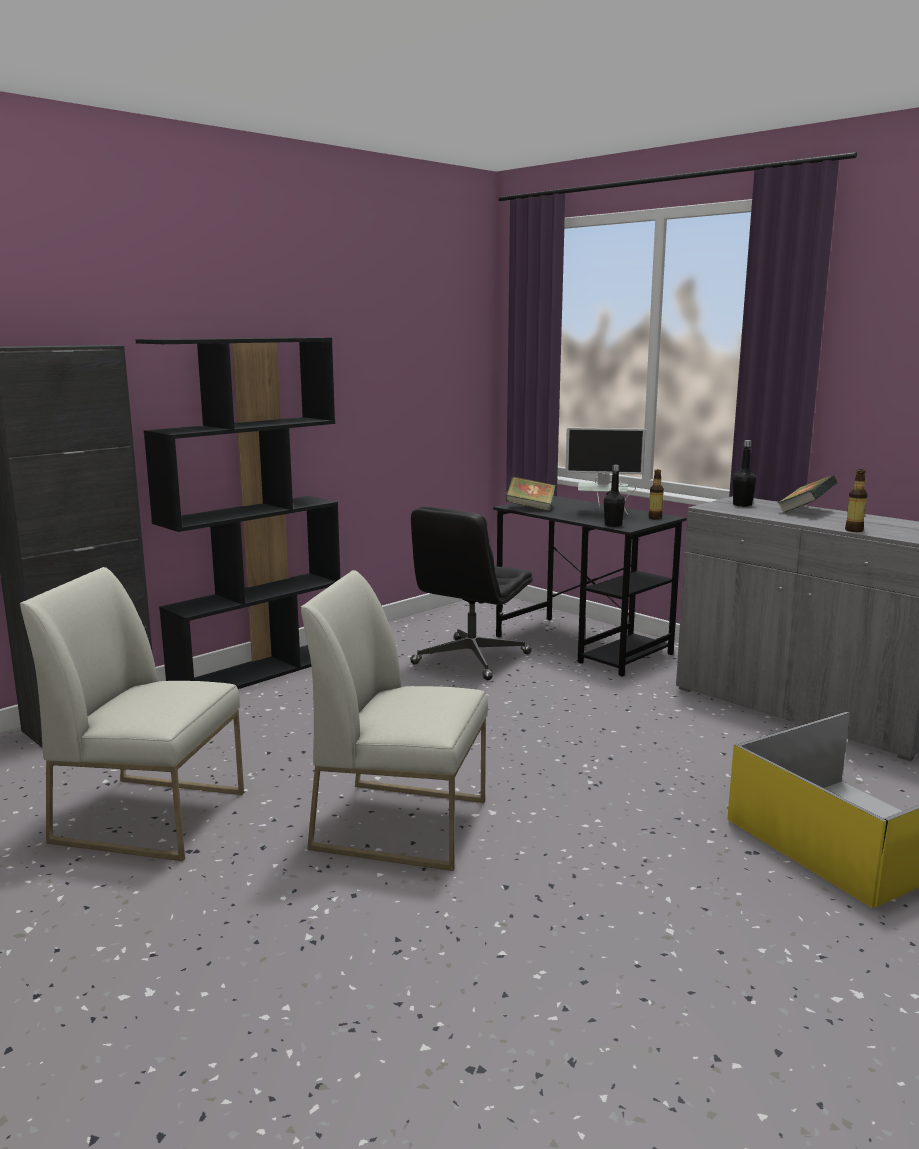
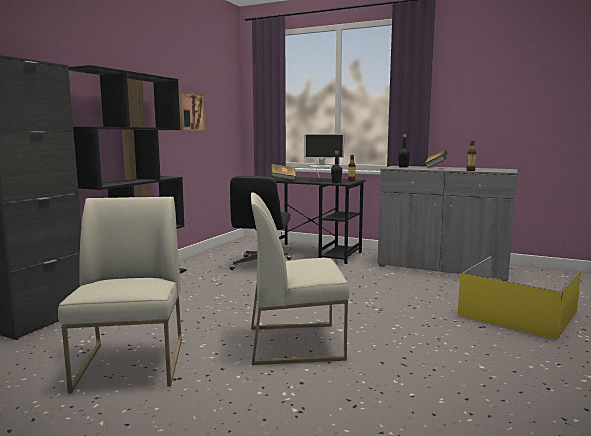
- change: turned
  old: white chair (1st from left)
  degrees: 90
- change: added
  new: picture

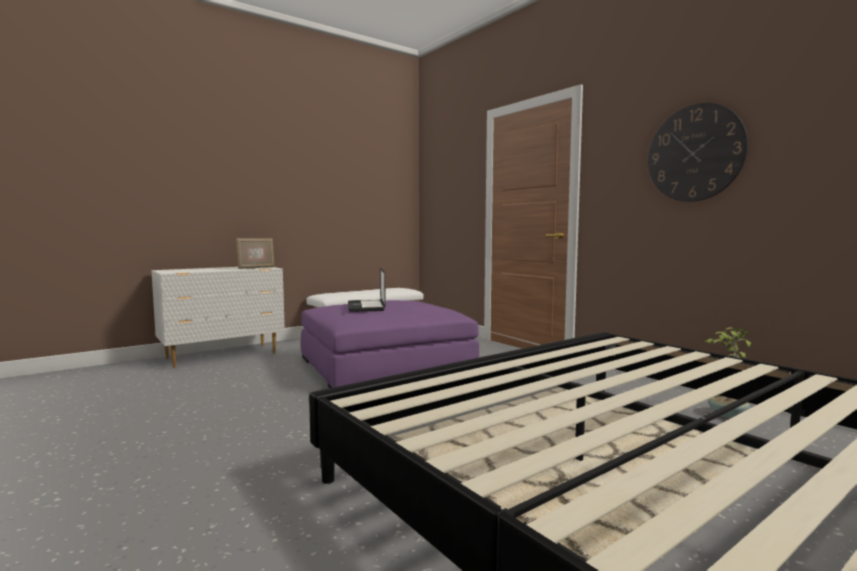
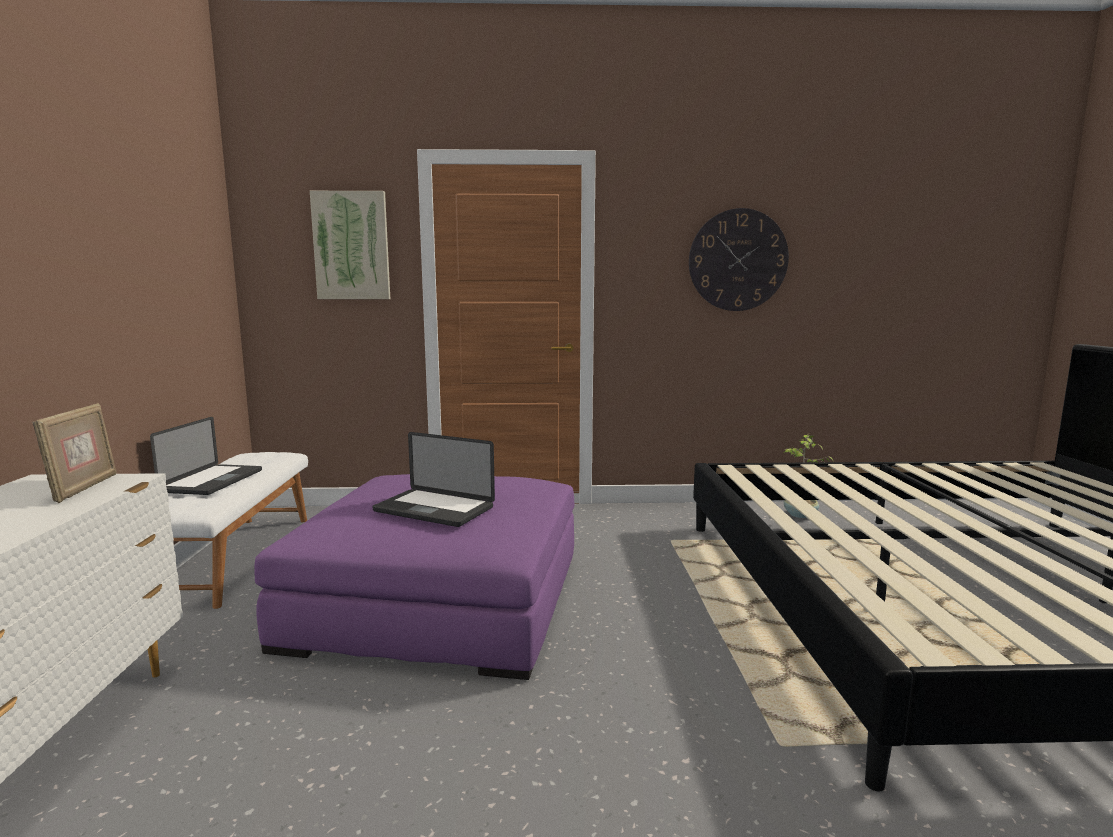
- change: added
  new: laptop (1st from left)
- change: added
  new: picture

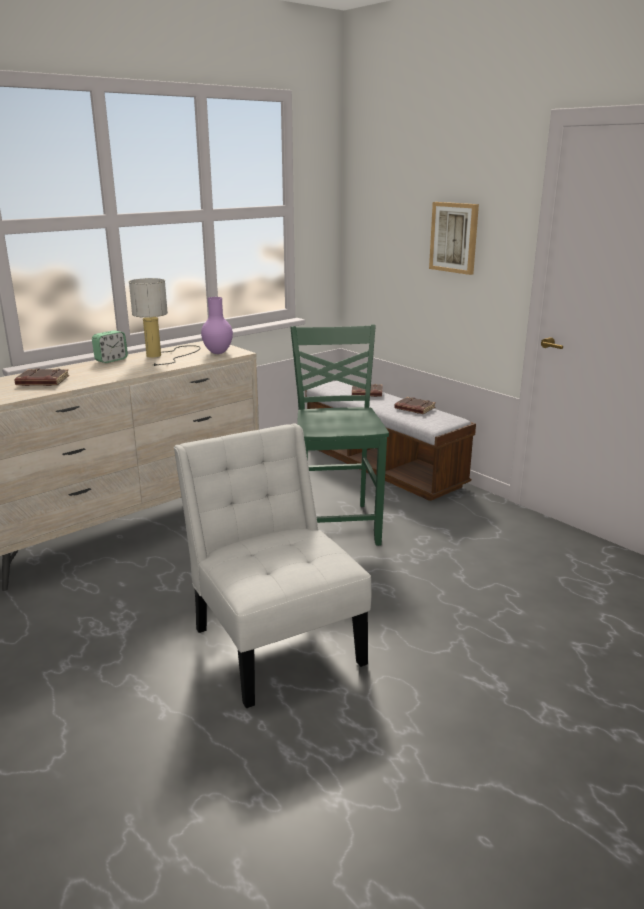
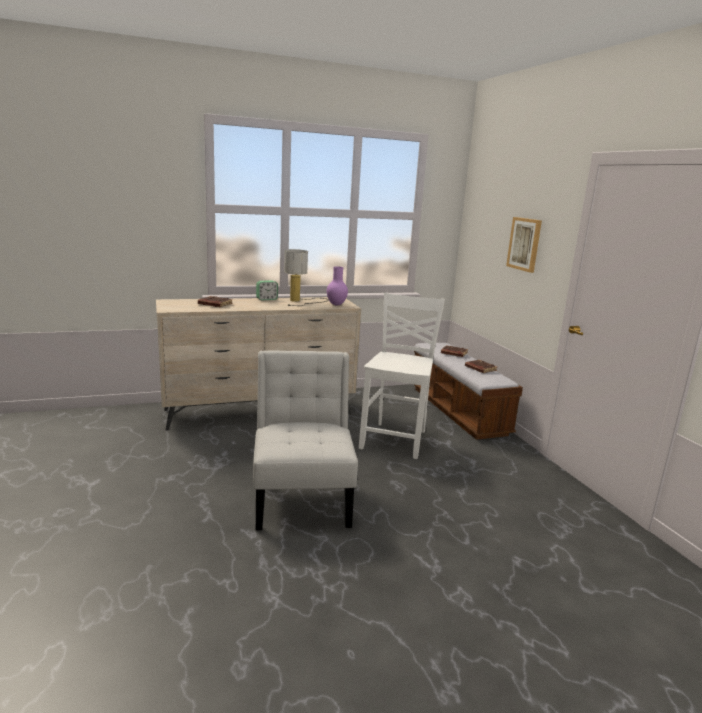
- change: recoloured
  old: green chair
  new: white chair (2nd from left)

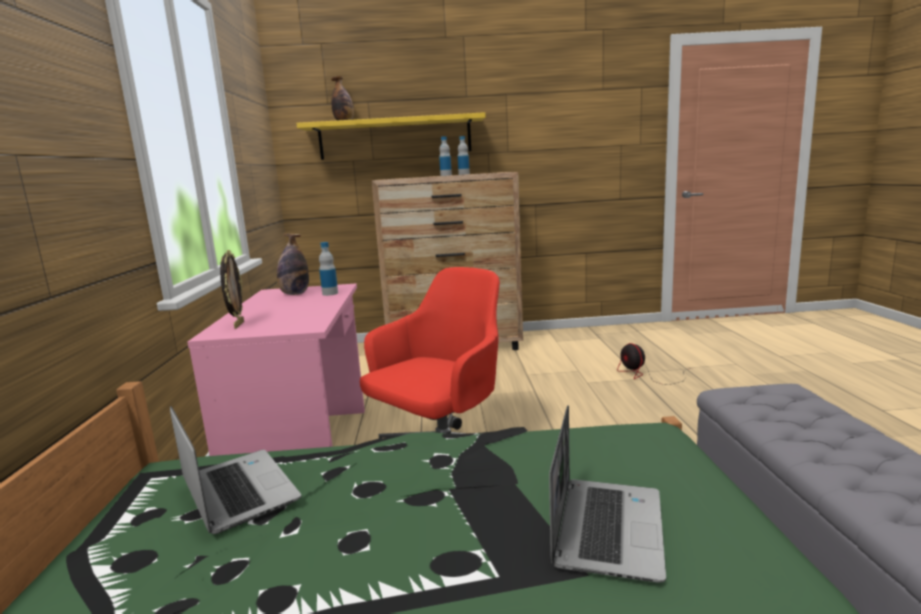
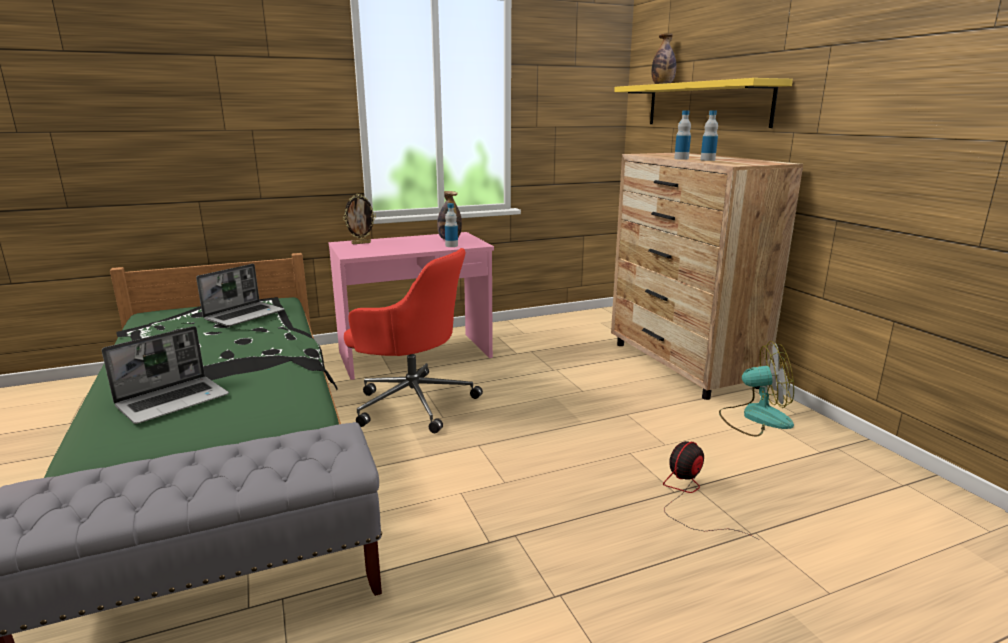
- change: turned
  old: laptop (2nd from left in the first image)
  degrees: -45
- change: added
  new: fan (2nd from left)

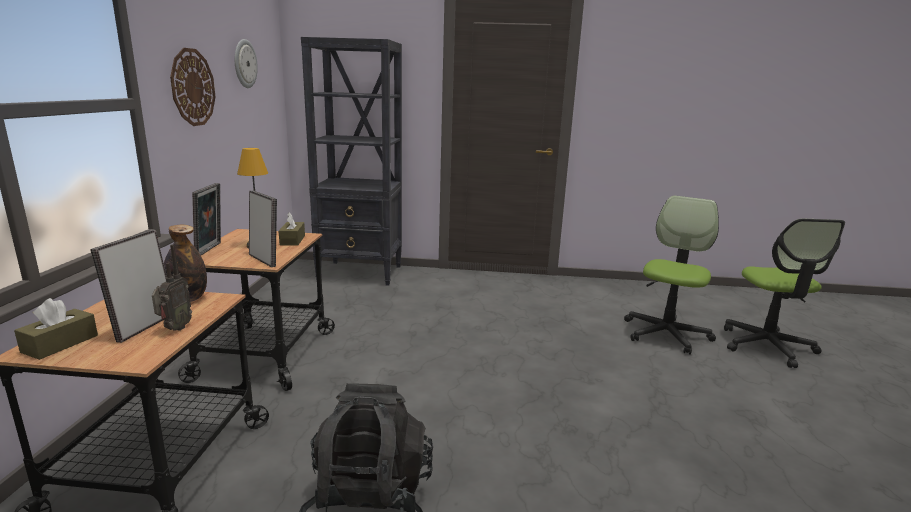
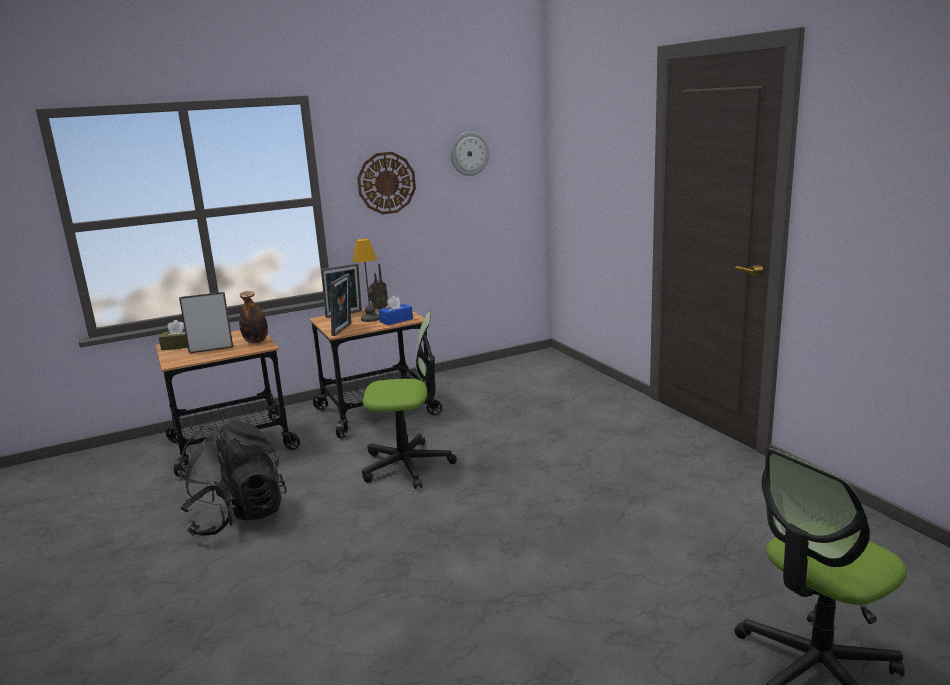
- change: moved
  old: radio
- change: recoloured
  old: brown tissue box (2nd from left)
  new: blue tissue box
- change: removed
  old: black bookcase
- change: moved
  old: office chair (1st from left)

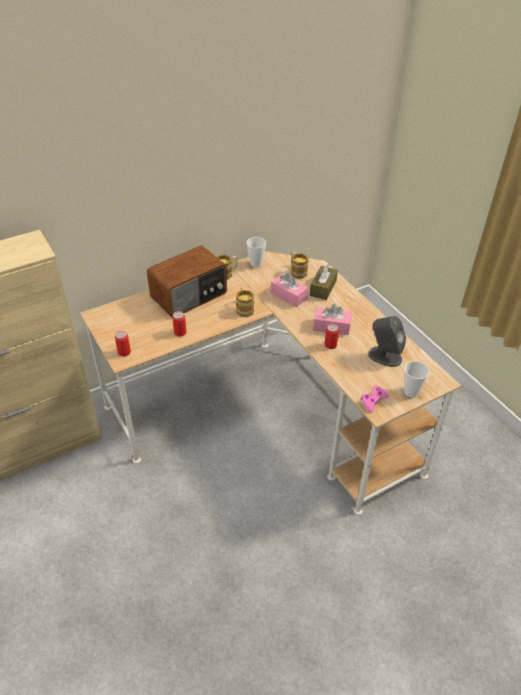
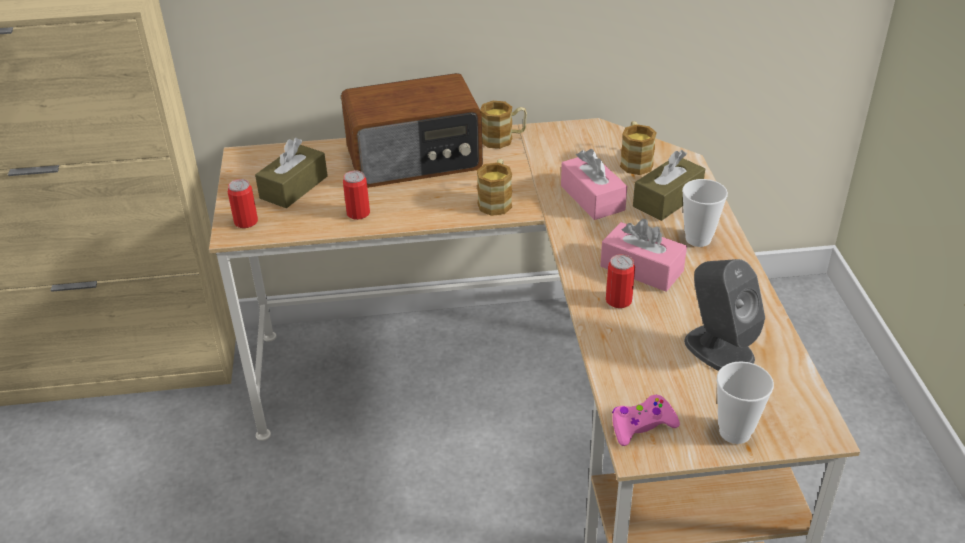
- change: moved
  old: cup (1st from left)
- change: added
  new: brown tissue box (1st from left)

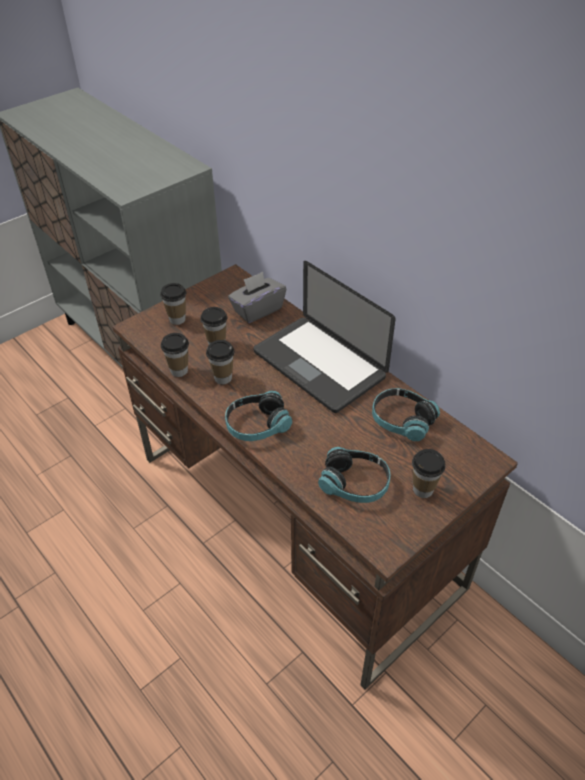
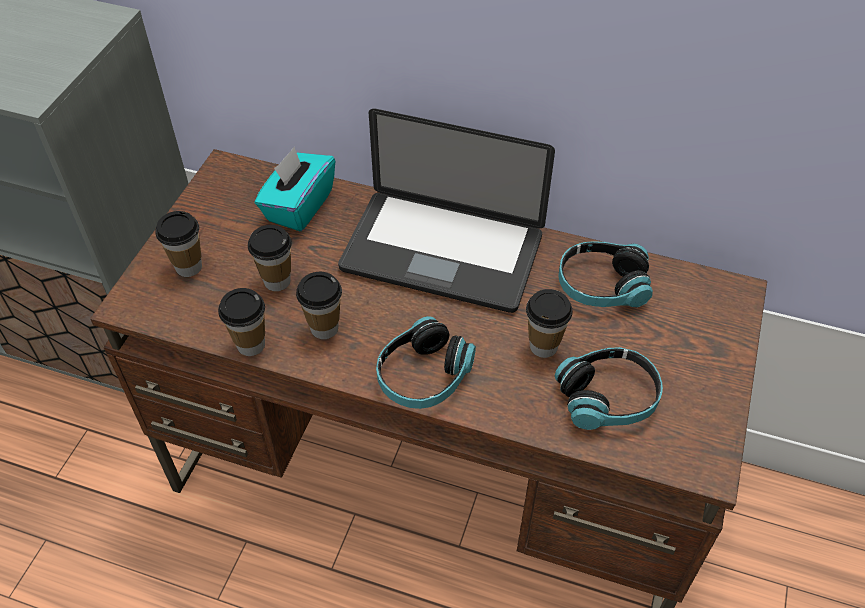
- change: recoloured
  old: grey tissue box
  new: turquoise tissue box
- change: moved
  old: cup (5th from left)

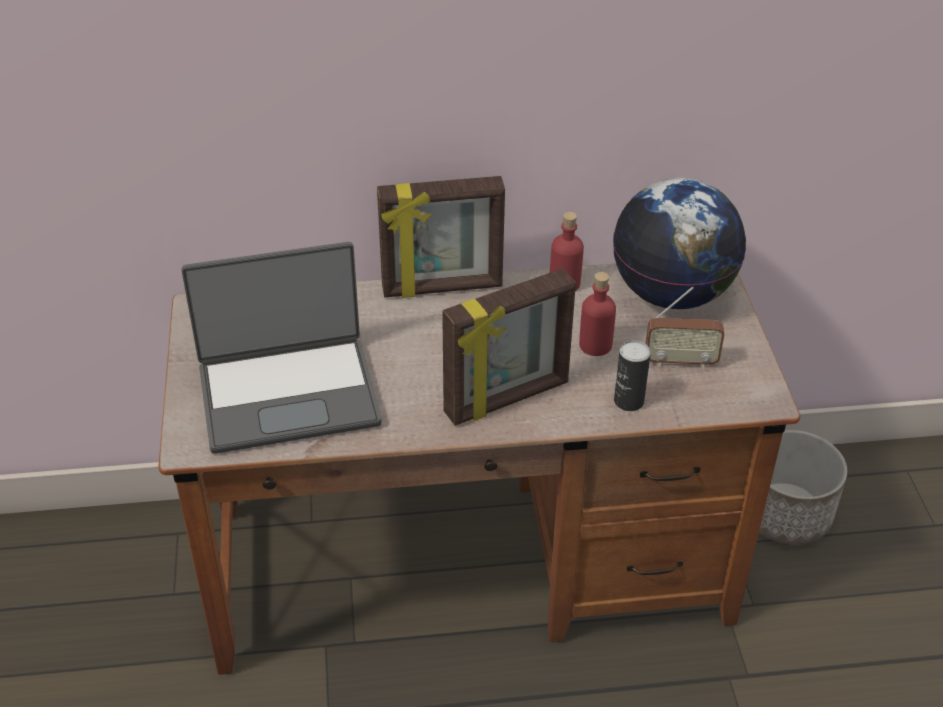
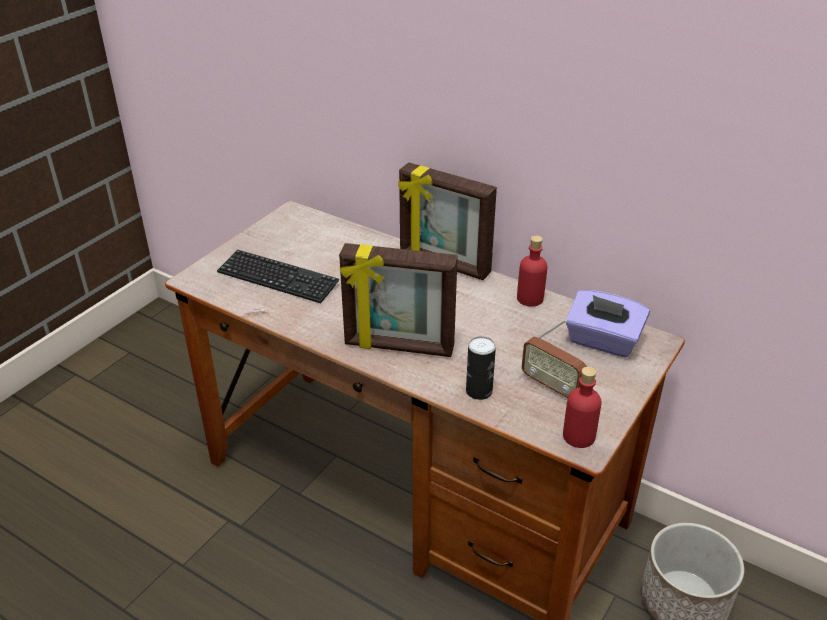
- change: replaced
  old: laptop
  new: keyboard
- change: moved
  old: red bottle (2nd from left)
- change: replaced
  old: globe
  new: purple tissue box

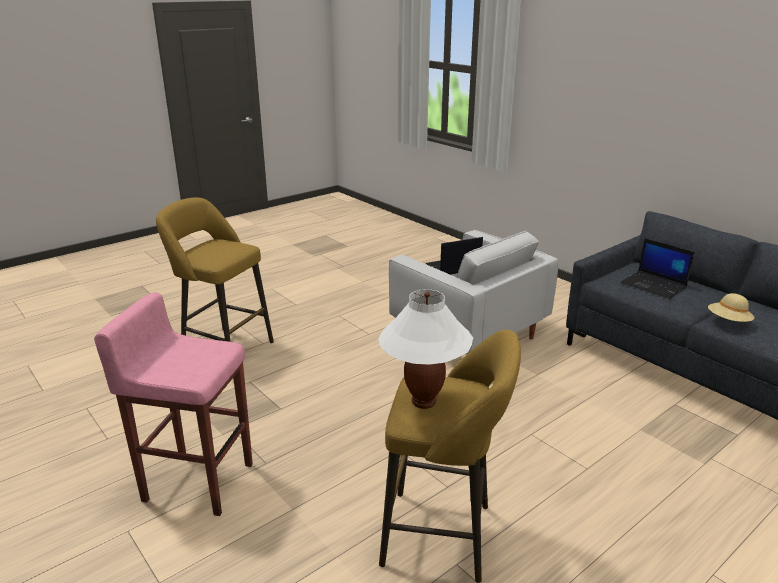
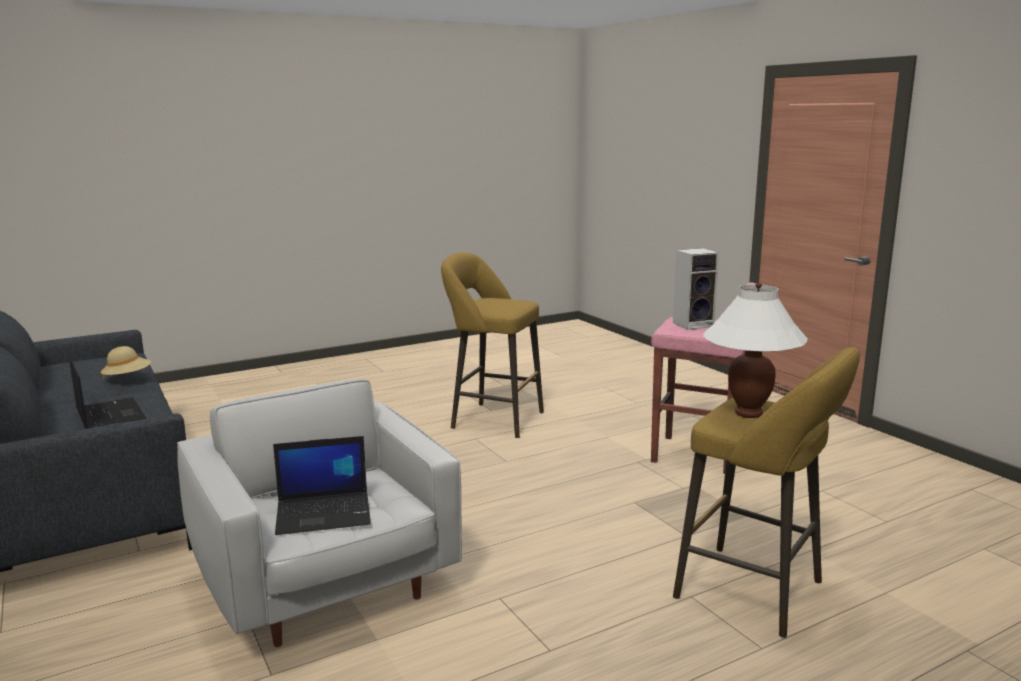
- change: moved
  old: white table lamp
- change: added
  new: speaker

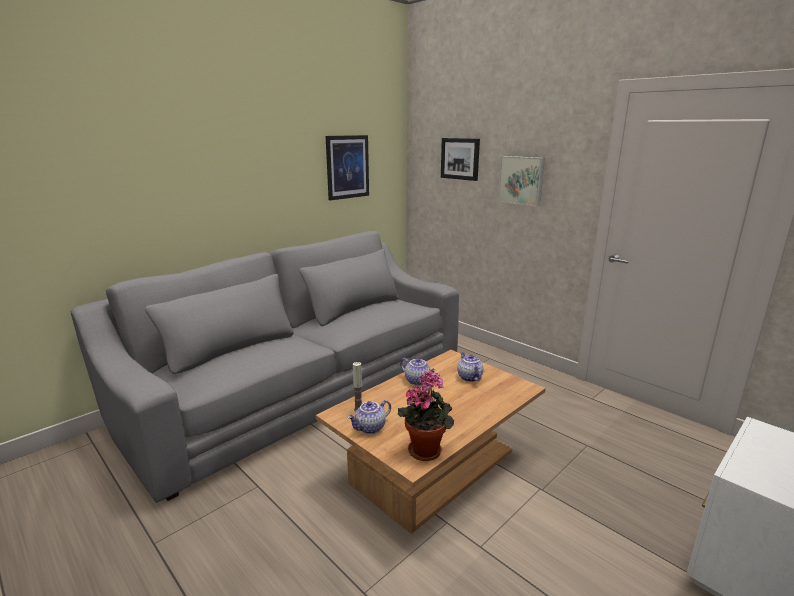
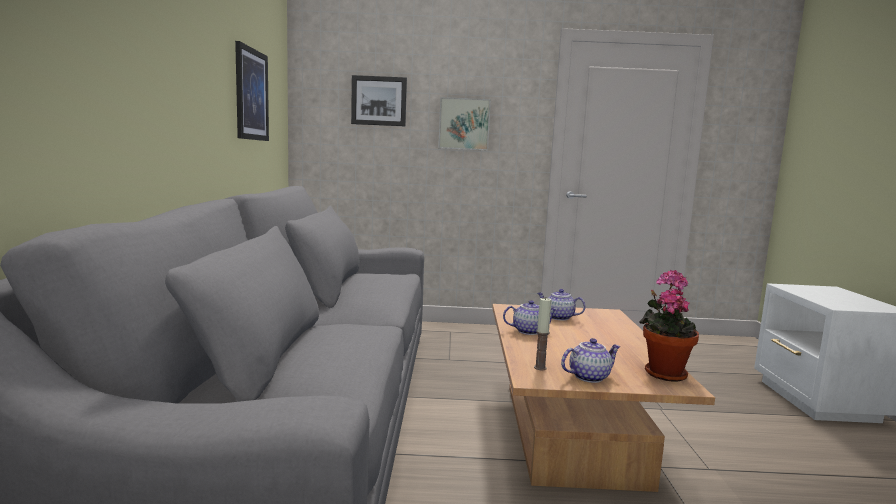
- change: turned
  old: teapot (1st from left in the first image)
  degrees: -120

